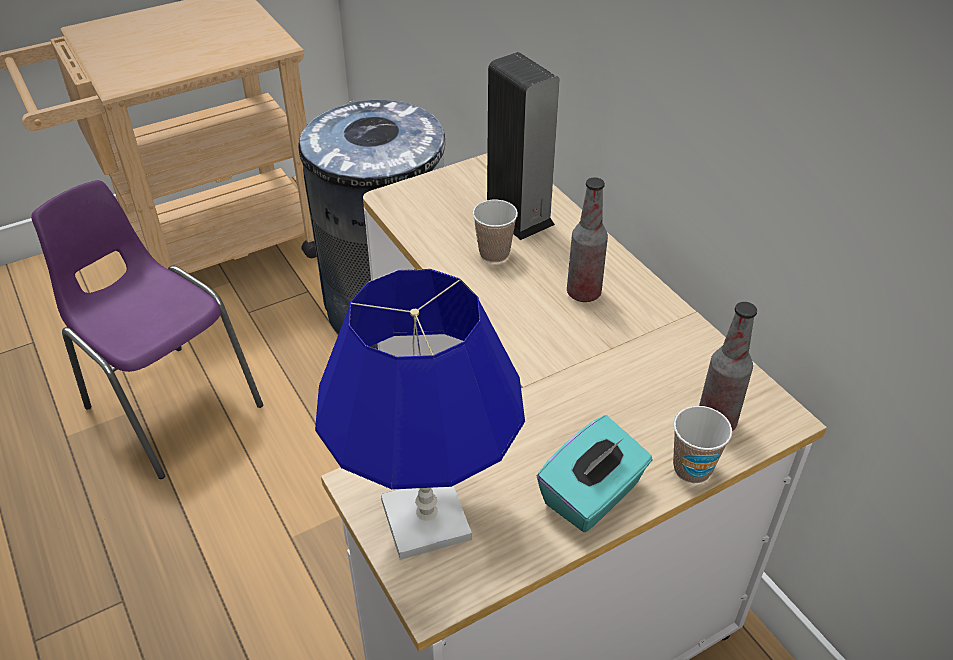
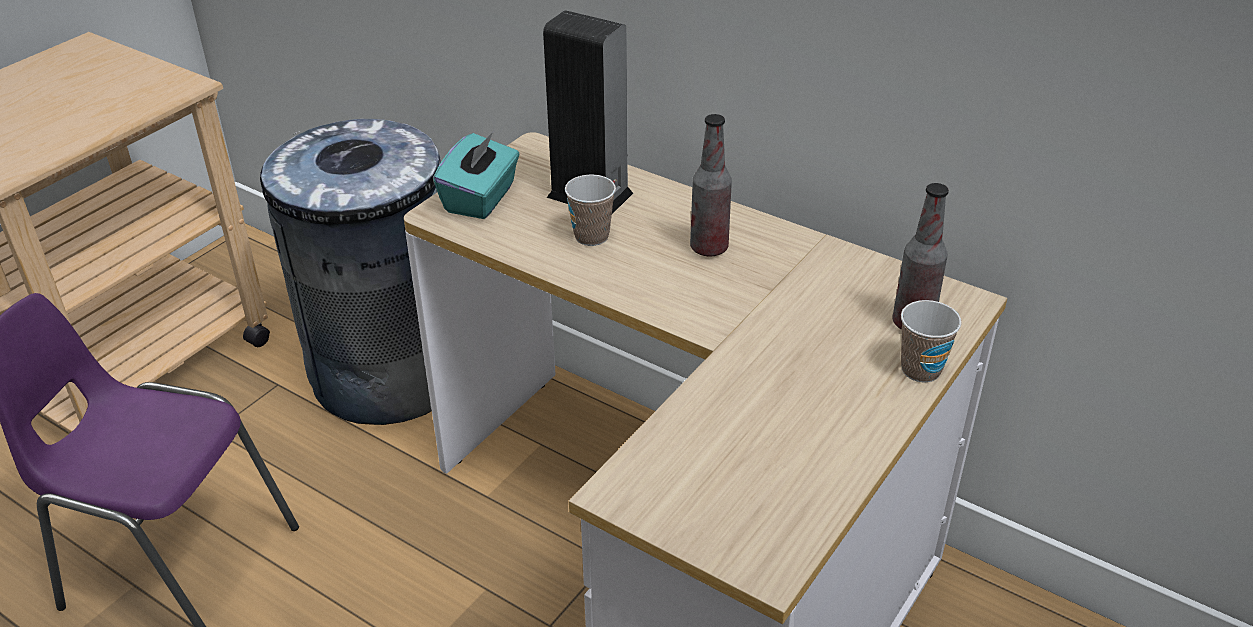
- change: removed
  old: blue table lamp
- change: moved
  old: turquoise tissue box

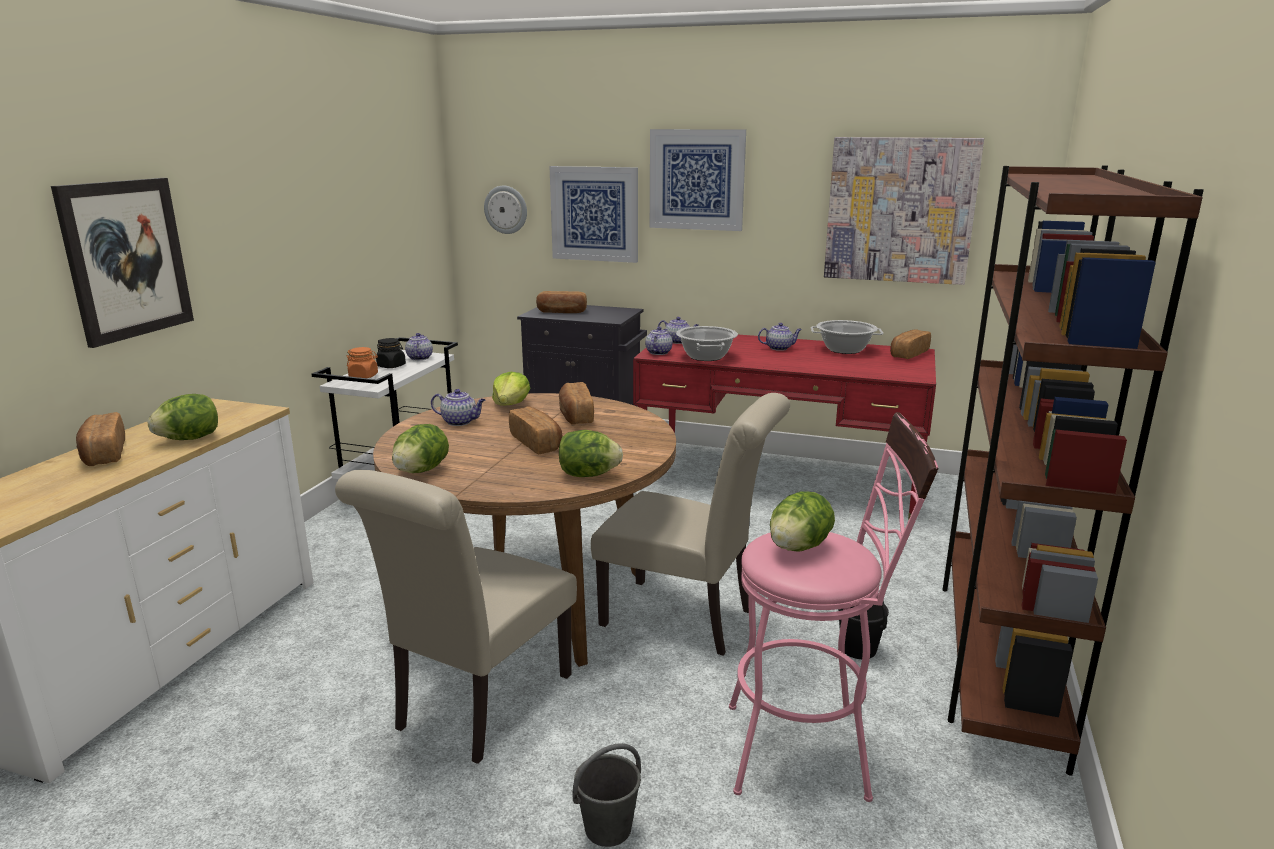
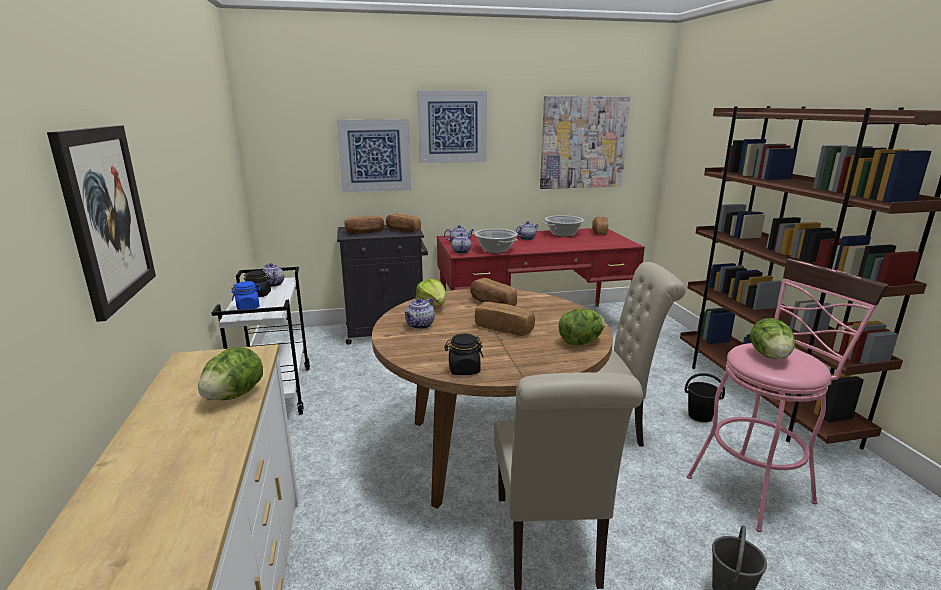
- change: moved
  old: bread (1st from left in the first image)
  new: bread (2nd from left)
- change: recoloured
  old: orange jar
  new: blue jar
- change: replaced
  old: lettuce (2nd from left)
  new: black jar (2nd from left)
- change: turned
  old: teapot (2nd from left)
  degrees: 135
- change: removed
  old: wall clock

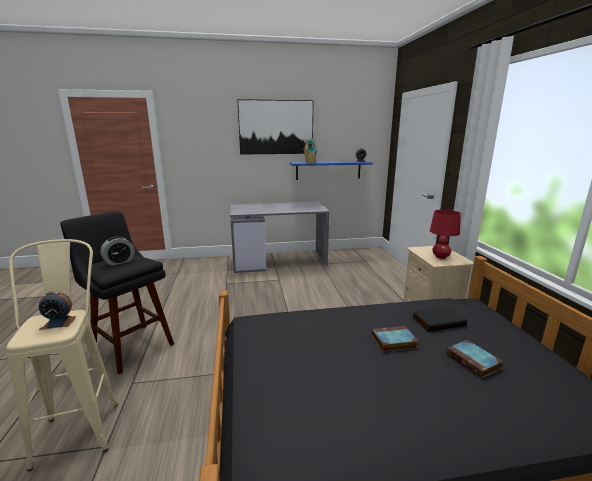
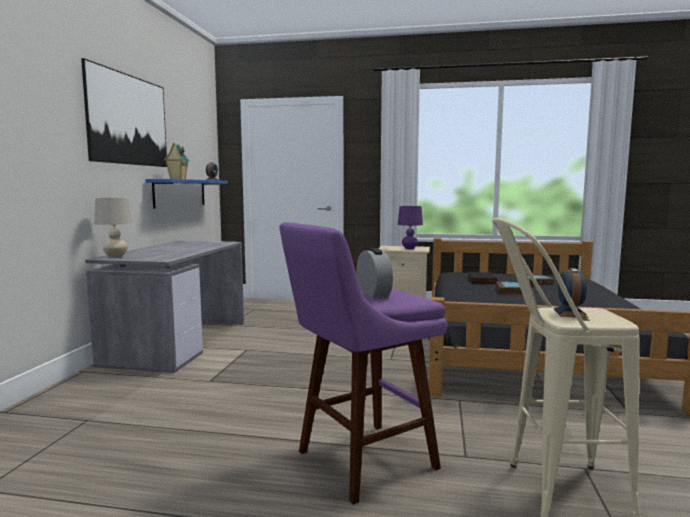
- change: recoloured
  old: black stool
  new: purple stool
- change: recoloured
  old: red table lamp
  new: purple table lamp
- change: added
  new: beige table lamp

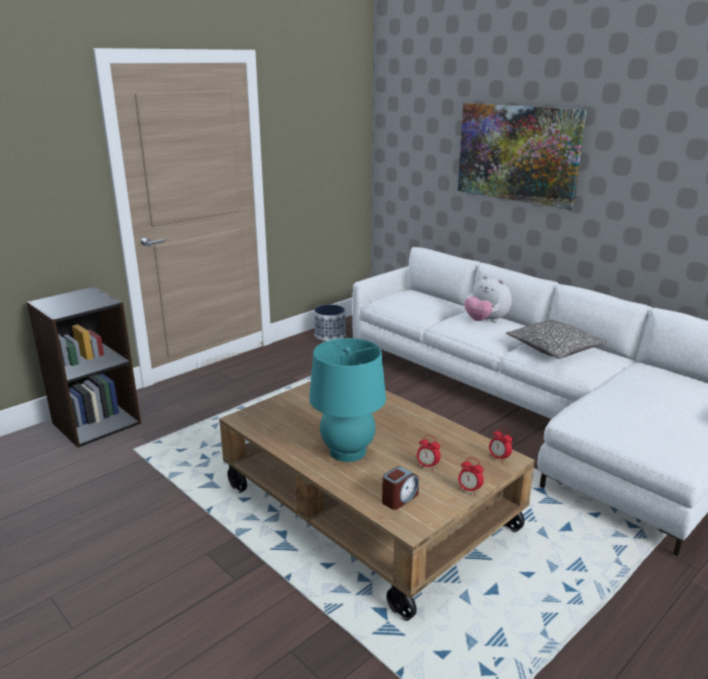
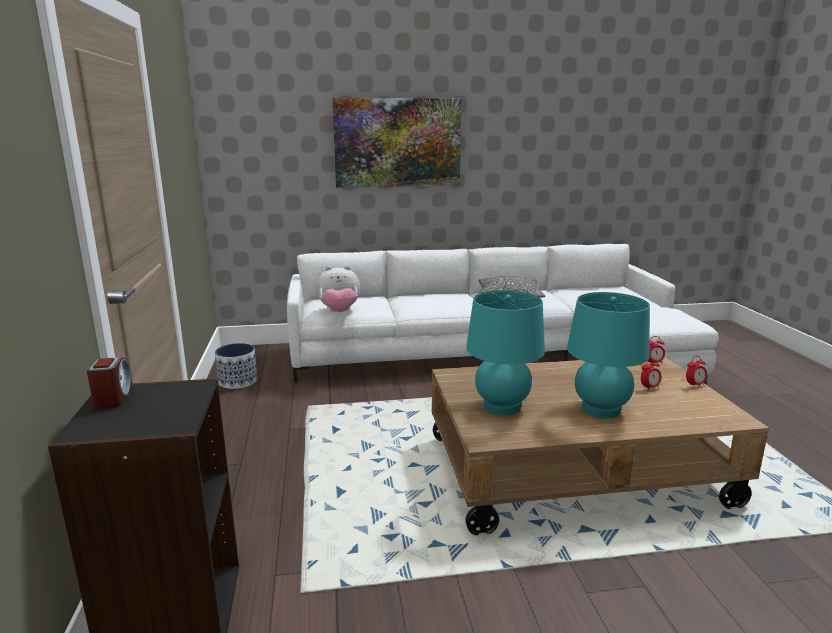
- change: moved
  old: alarm clock (1st from left)
- change: moved
  old: plush toy
- change: added
  new: turquoise table lamp (1st from left)

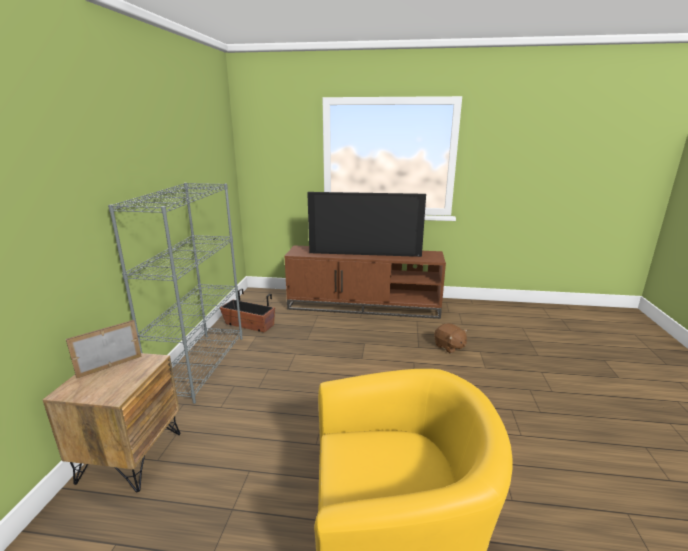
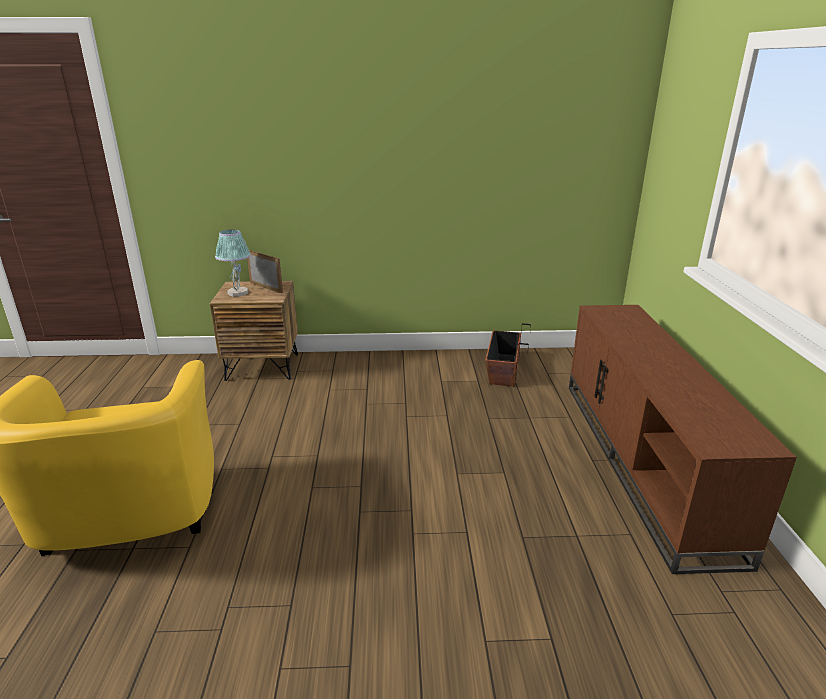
- change: removed
  old: grey bookcase
- change: removed
  old: television
- change: removed
  old: brown plush toy
- change: added
  new: table lamp

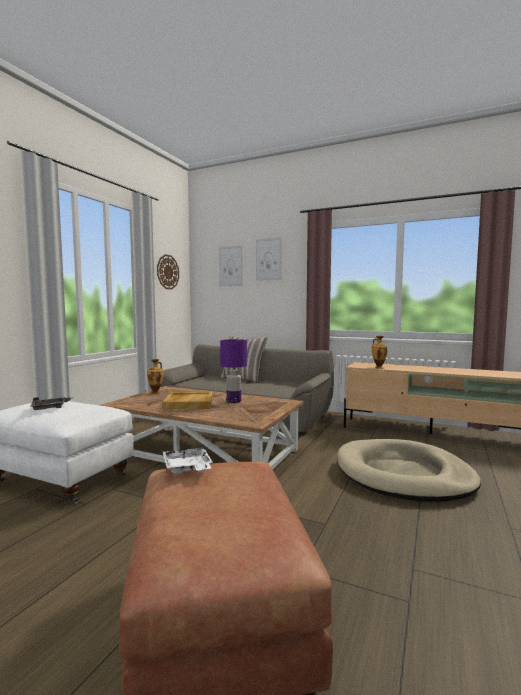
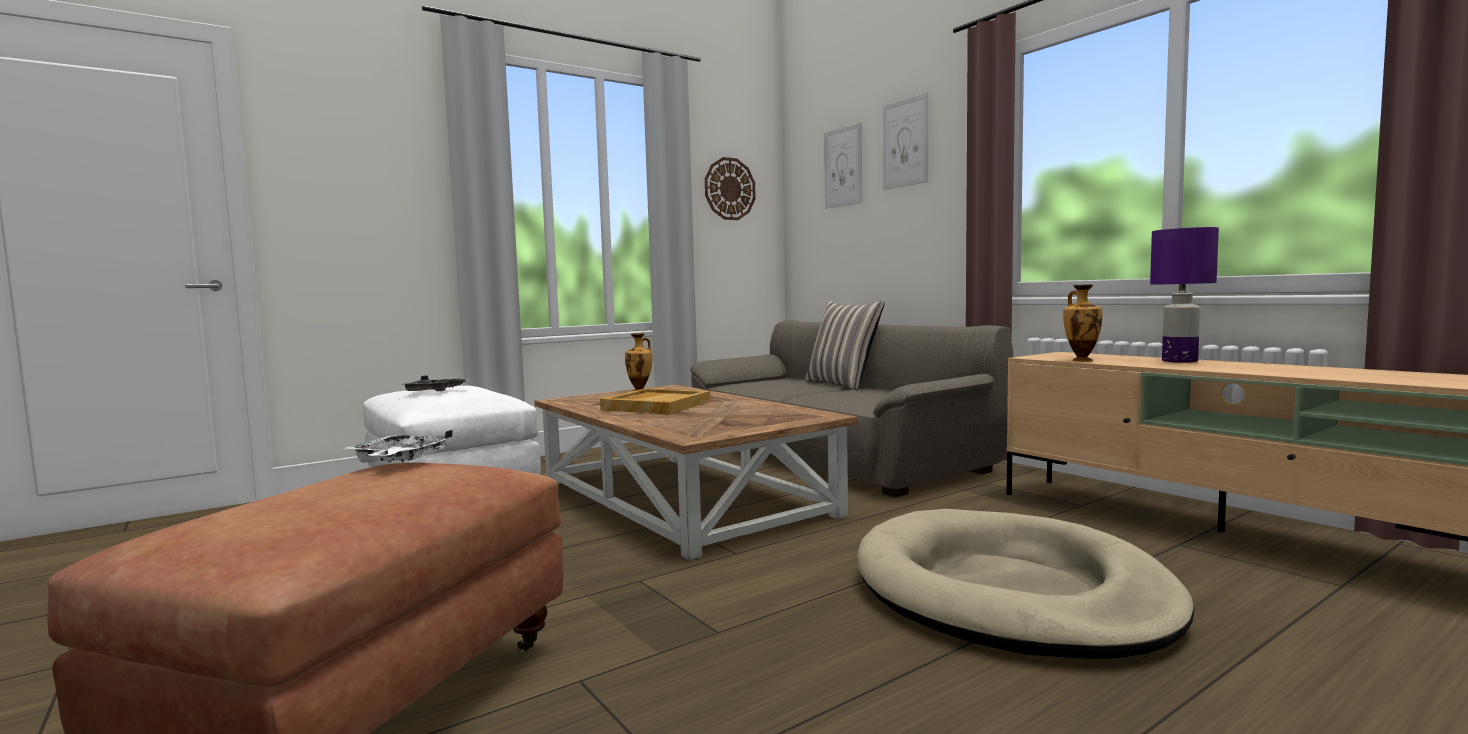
- change: moved
  old: purple table lamp

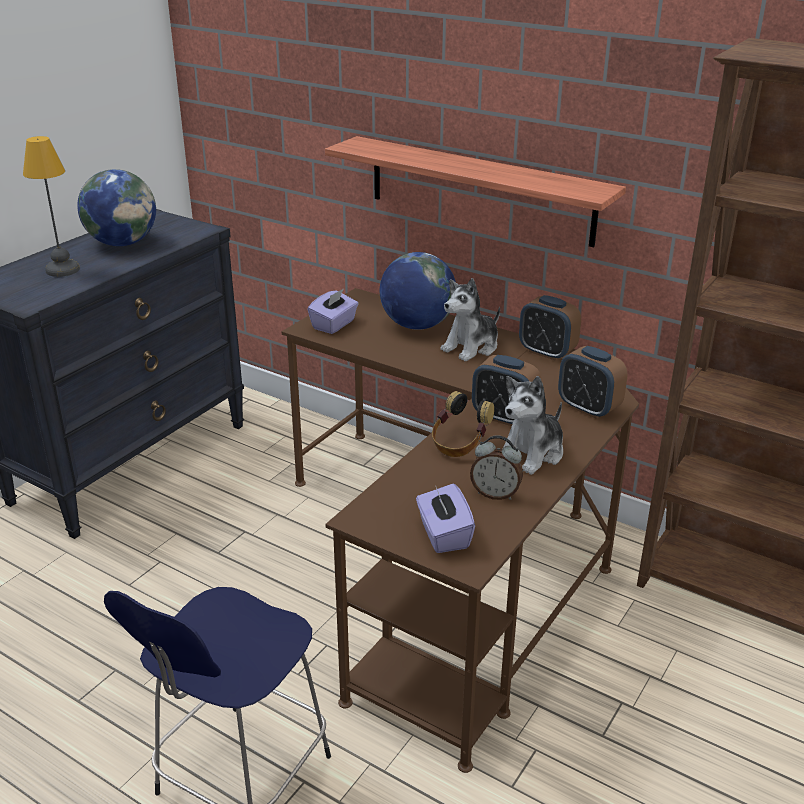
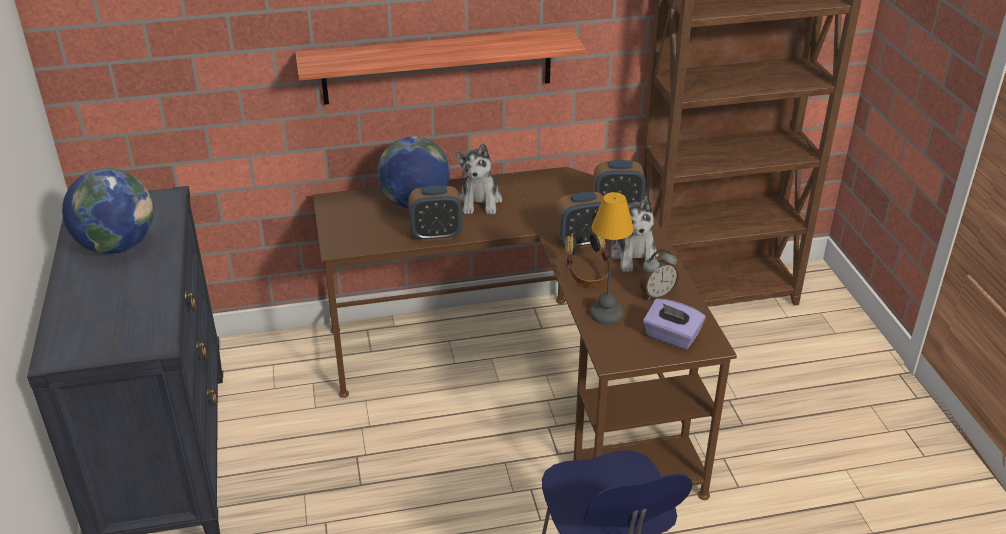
- change: moved
  old: table lamp
- change: removed
  old: purple tissue box (1st from left)
- change: moved
  old: alarm clock (3rd from left in the first image)
  new: alarm clock (1st from left)

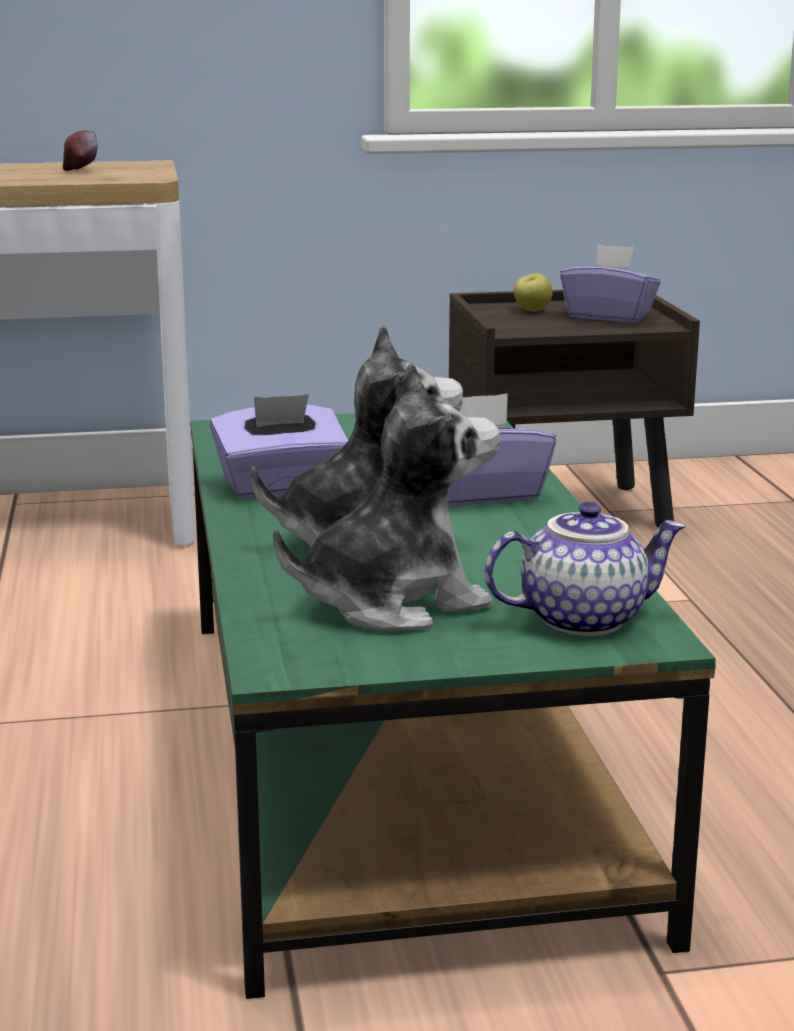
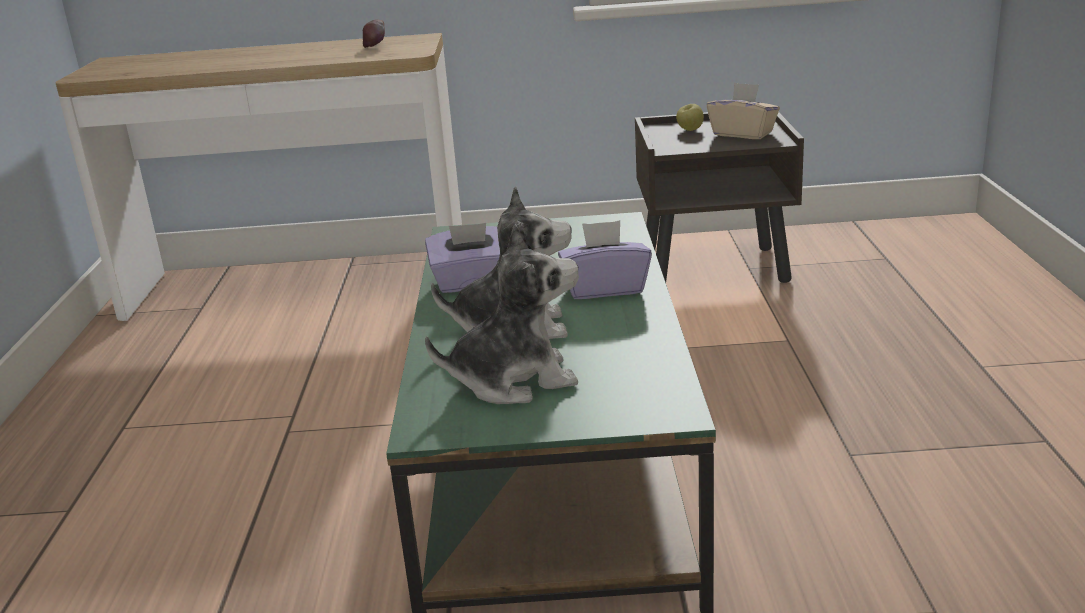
- change: removed
  old: teapot
- change: recoloured
  old: purple tissue box (3rd from left)
  new: beige tissue box

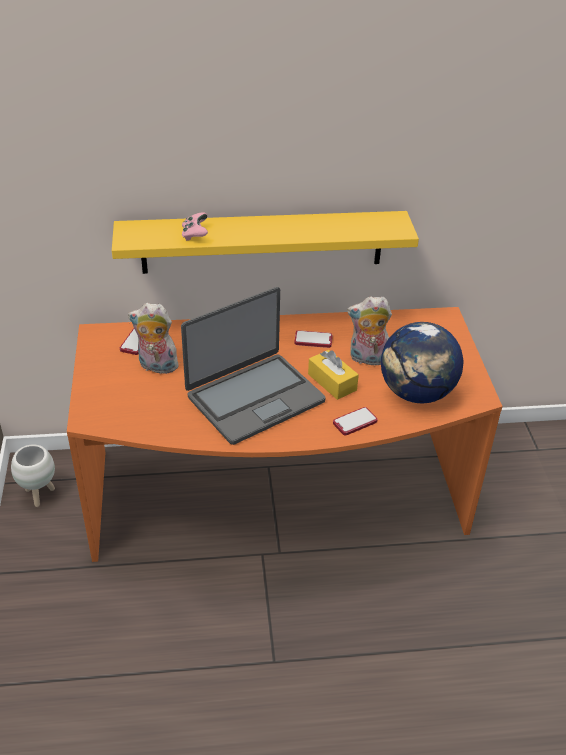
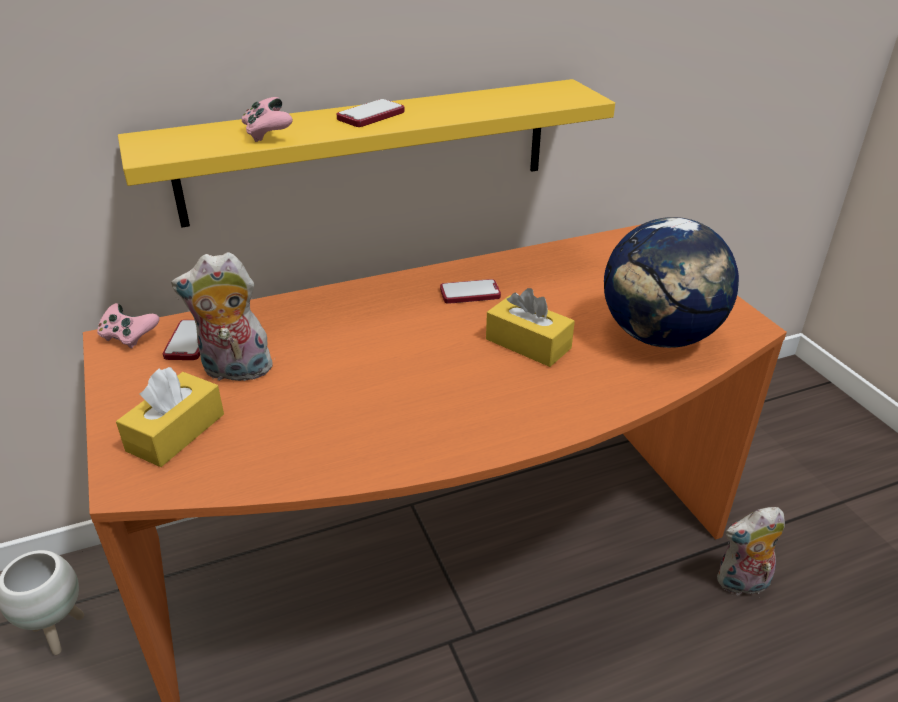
- change: removed
  old: laptop
- change: moved
  old: phone (3rd from left in the first image)
  new: phone (2nd from left)
- change: moved
  old: plush toy (2nd from left)
- change: added
  new: pink game controller (1st from left)
- change: added
  new: yellow tissue box (1st from left)

